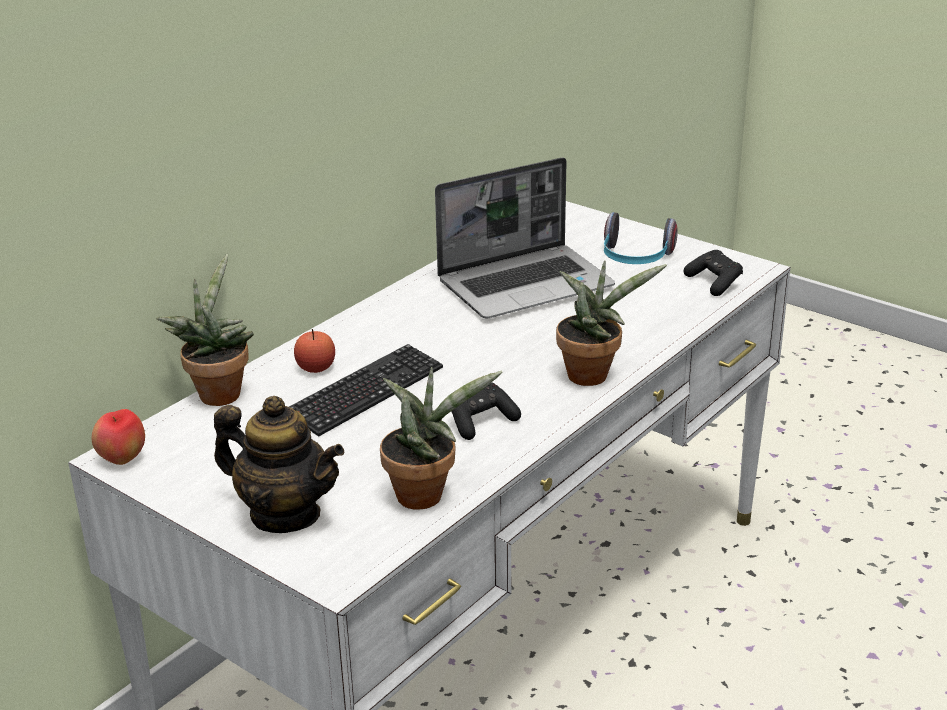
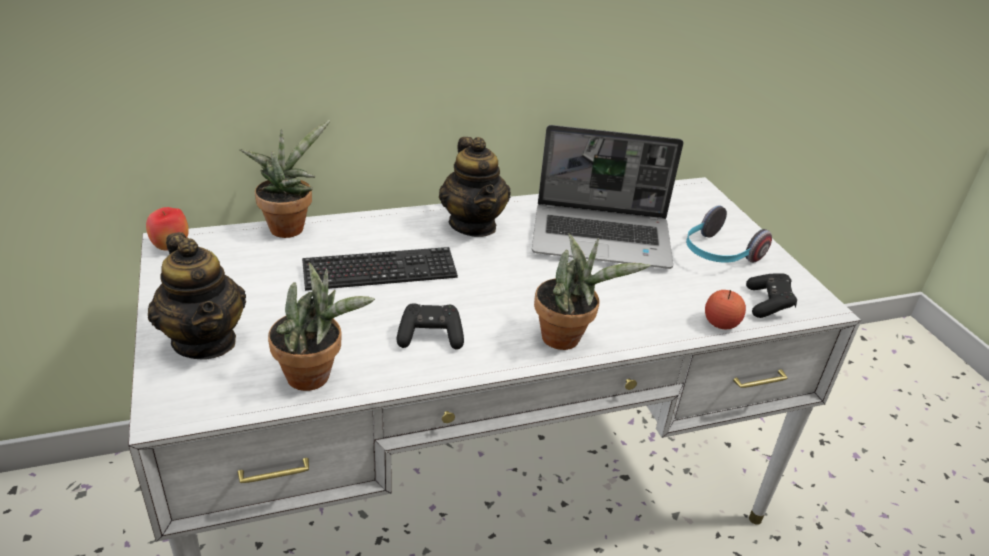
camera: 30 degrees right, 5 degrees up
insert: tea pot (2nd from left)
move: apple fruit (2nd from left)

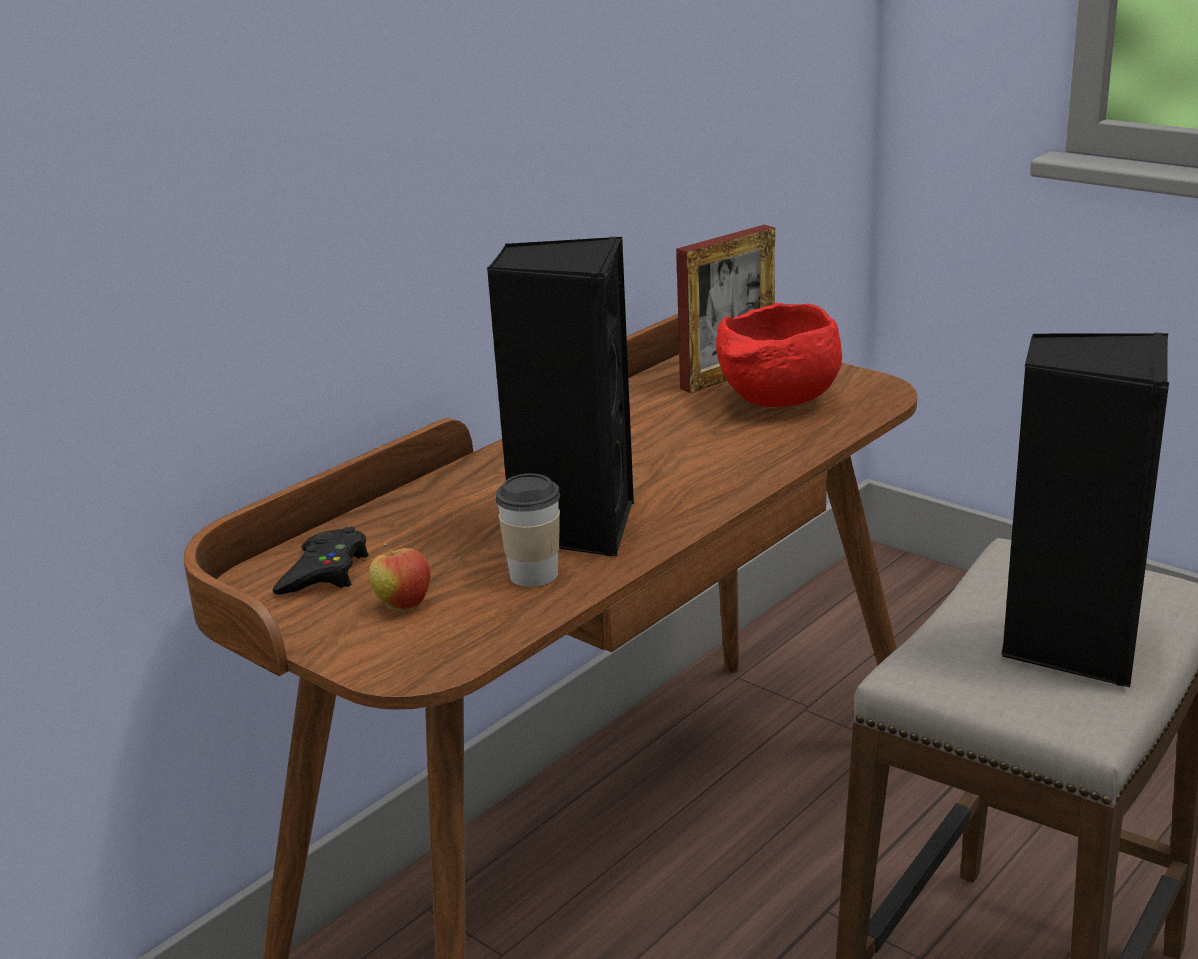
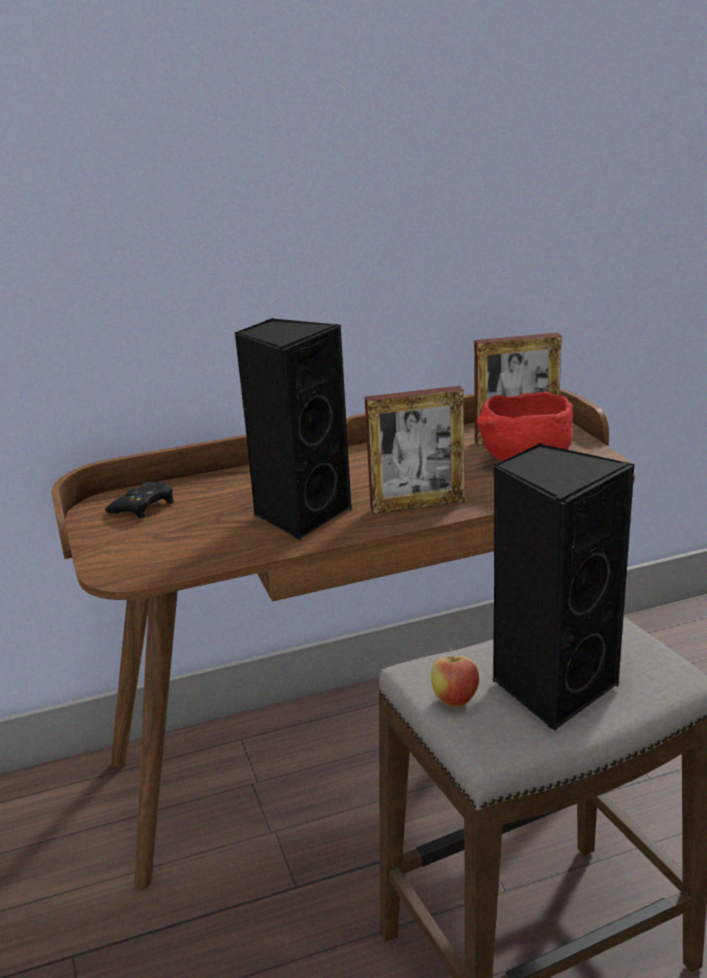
camera: 30 degrees right, 0 degrees up
delete: small cup
insert: photo frame (1st from left)
move: apple fruit

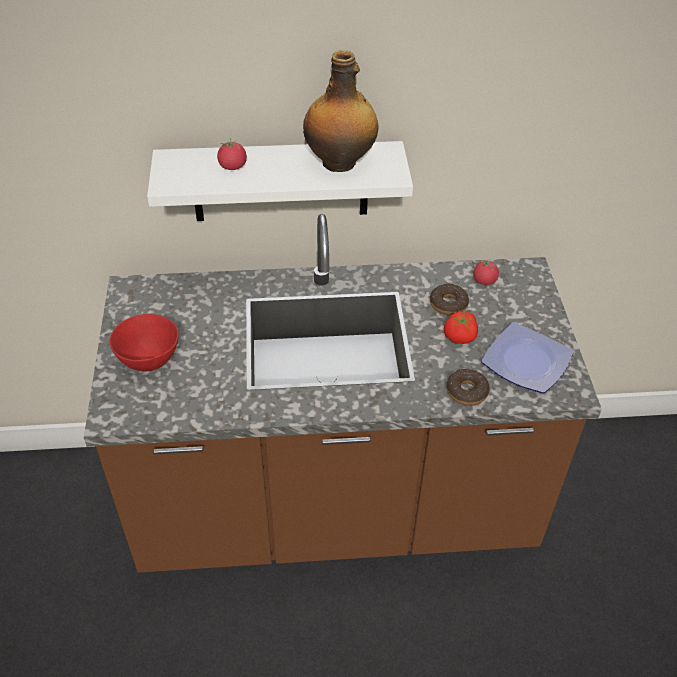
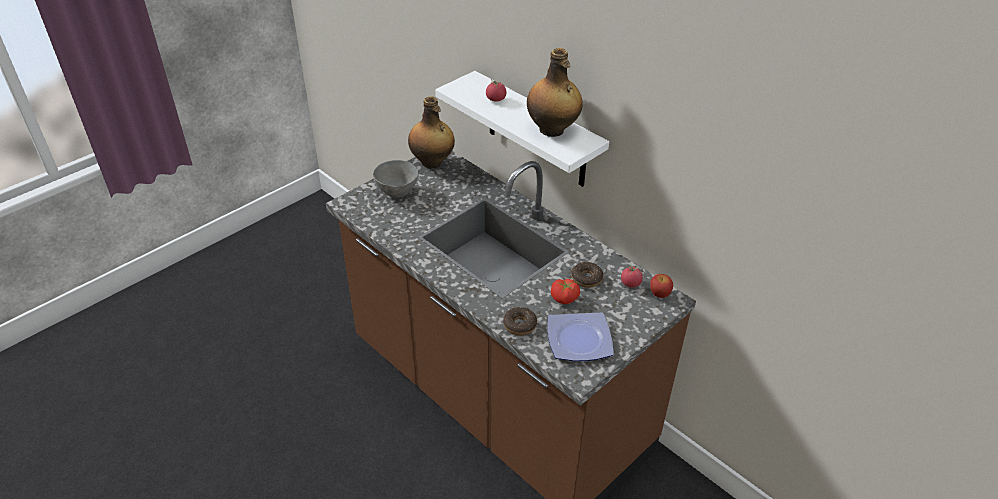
camera: 50 degrees right, 5 degrees down
insert: beverage bottle (1st from left); apple fruit
recolor: serving bowl (red) to serving bowl (grey)

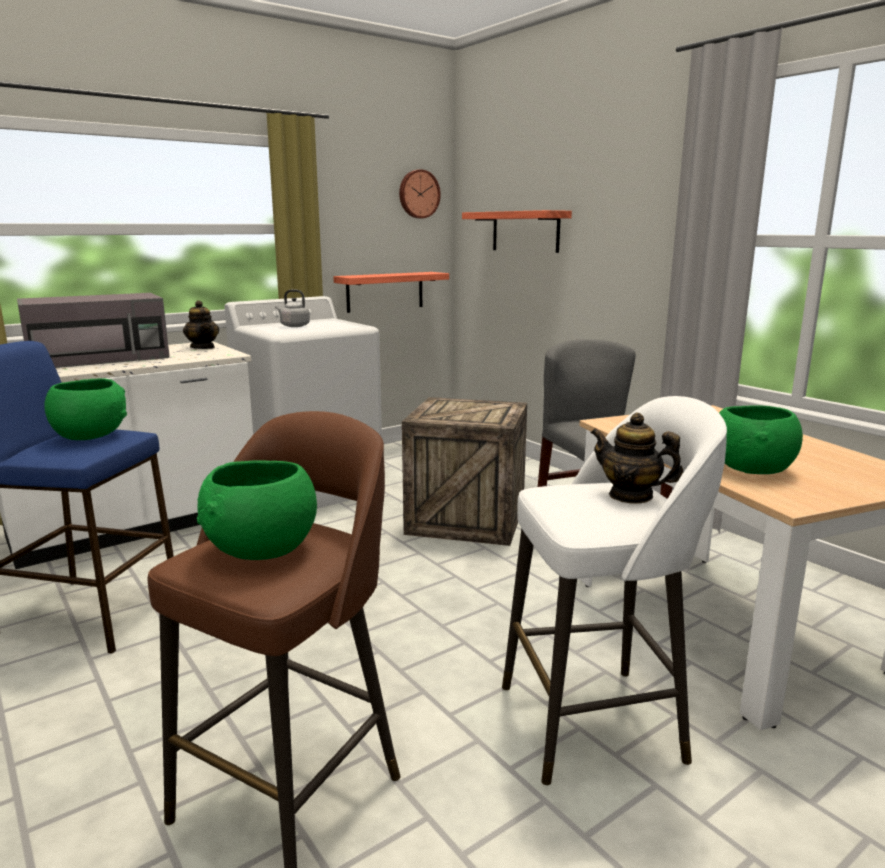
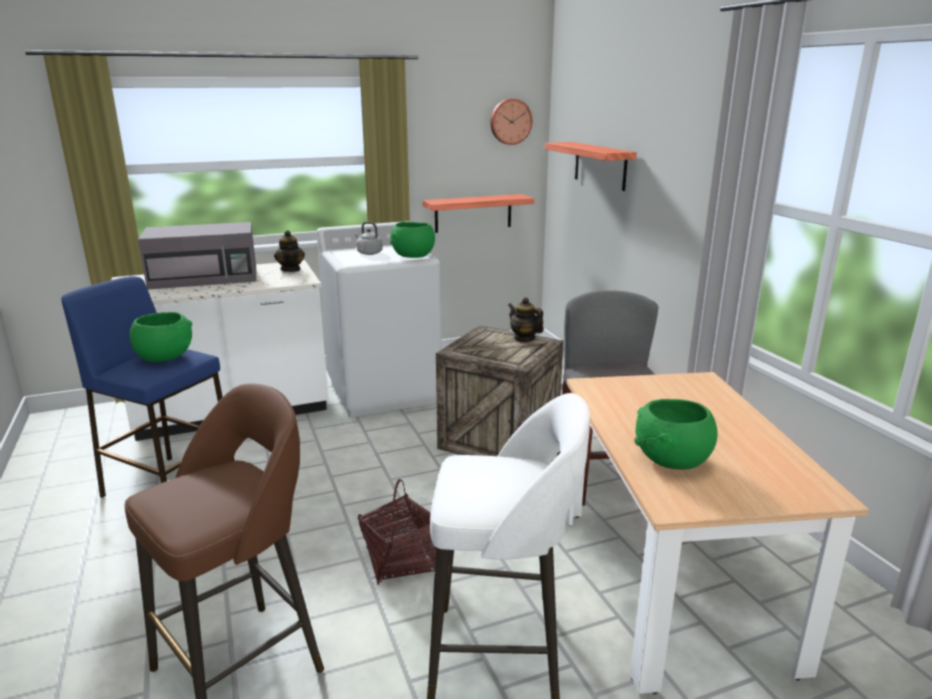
camera: 15 degrees right, 5 degrees up
insert: storage basket
move: serving bowl (green-coloured) (2nd from left); tea pot (2nd from left)

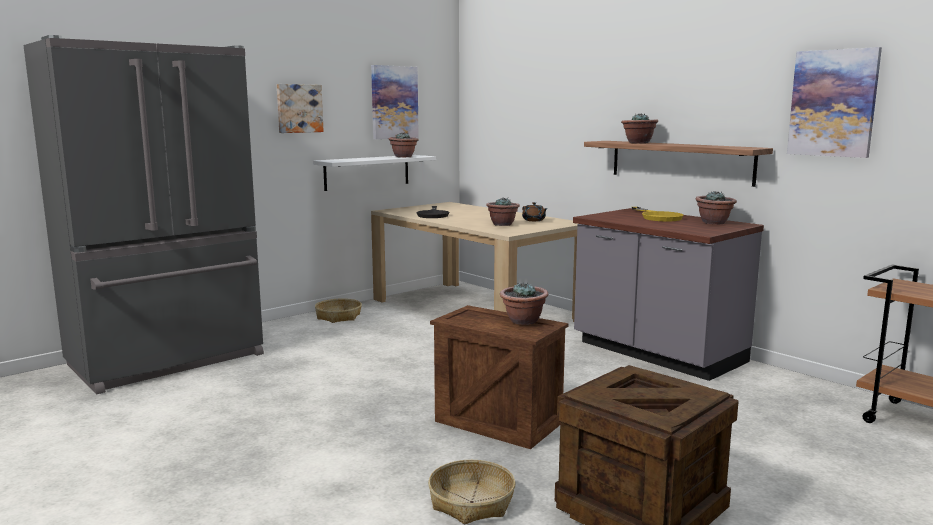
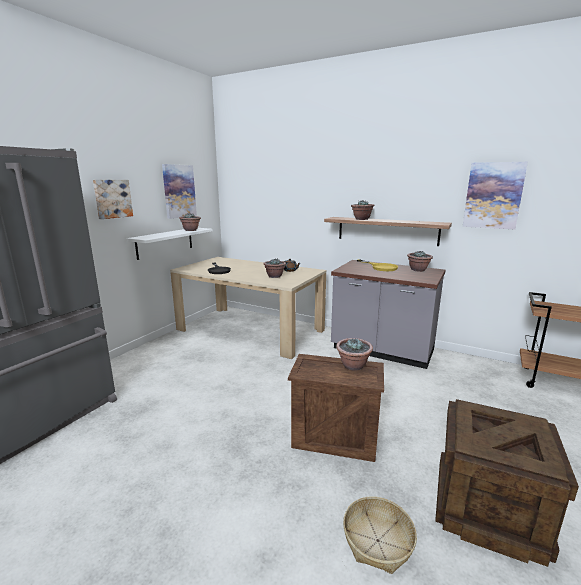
camera: 20 degrees left, 5 degrees up
delete: storage basket (1st from left)

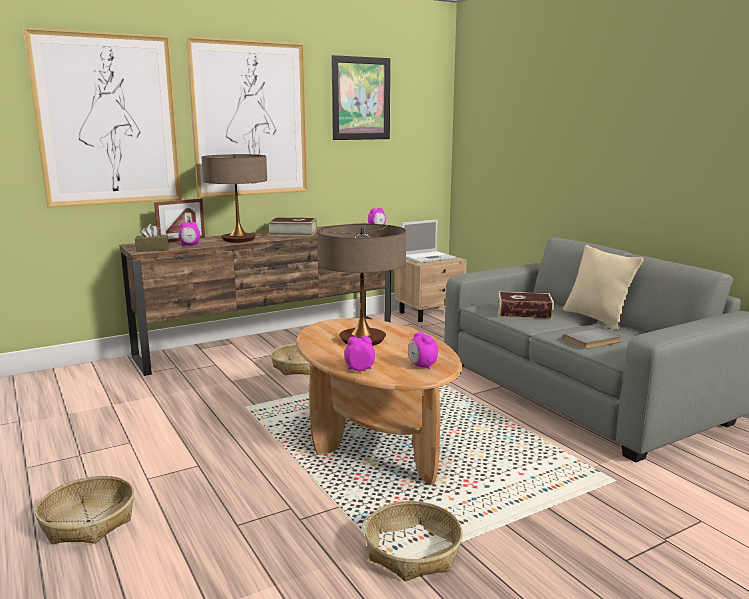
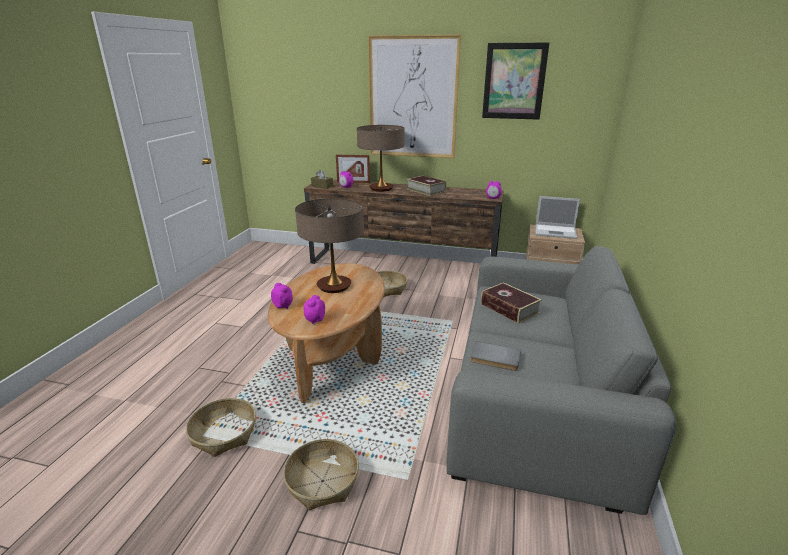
camera: 45 degrees right, 10 degrees up
delete: wall art (1st from left); pillow (sand-coloured)
move: storage basket (1st from left in the first image) to storage basket (2nd from left)

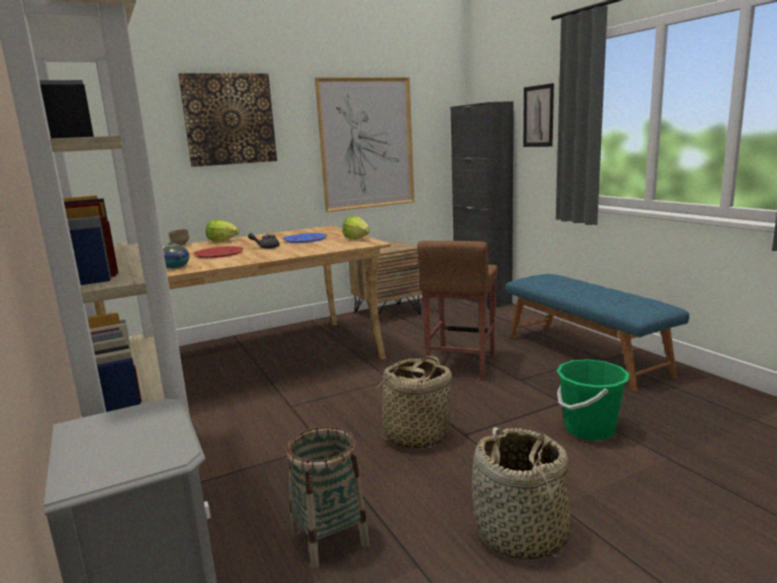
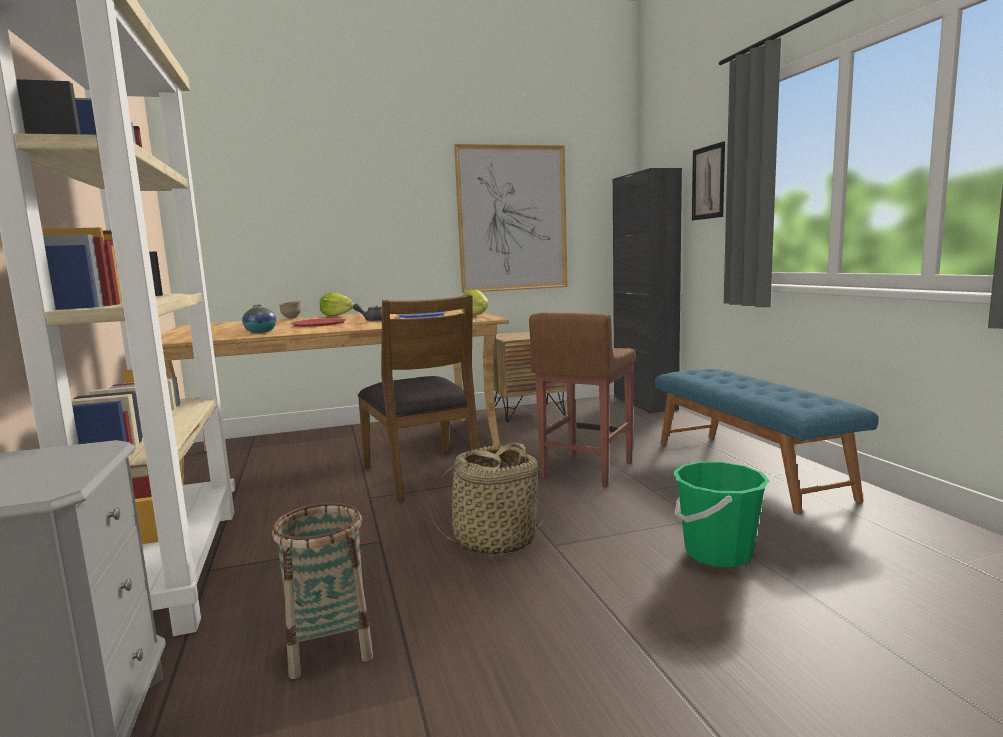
camera: 10 degrees right, 5 degrees down
delete: wall art (1st from left); storage basket (3rd from left)
insert: chair (brown-coloured)

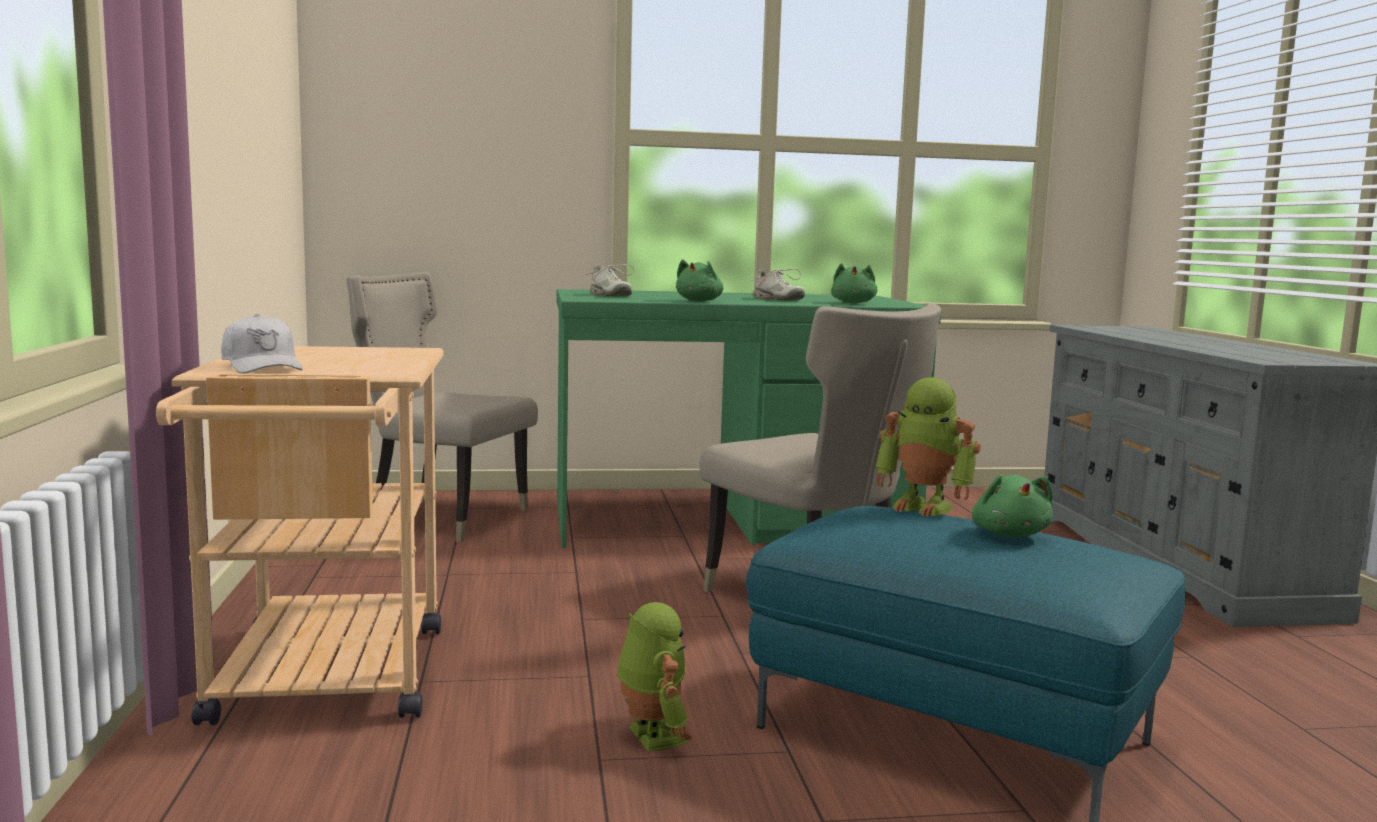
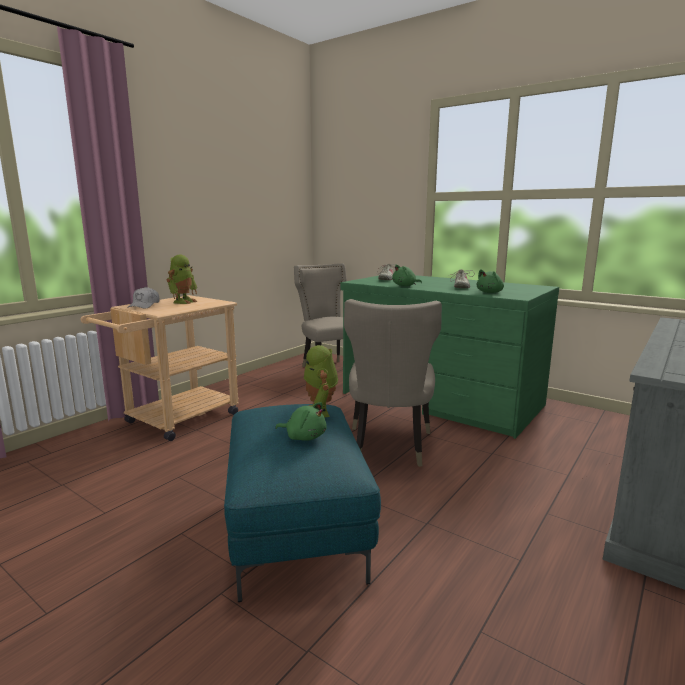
camera: 45 degrees right, 5 degrees up
move: toy robot (1st from left)
rotate: plush toy (green-coloured) (3rd from left in the first image) 105 degrees counterclockwise

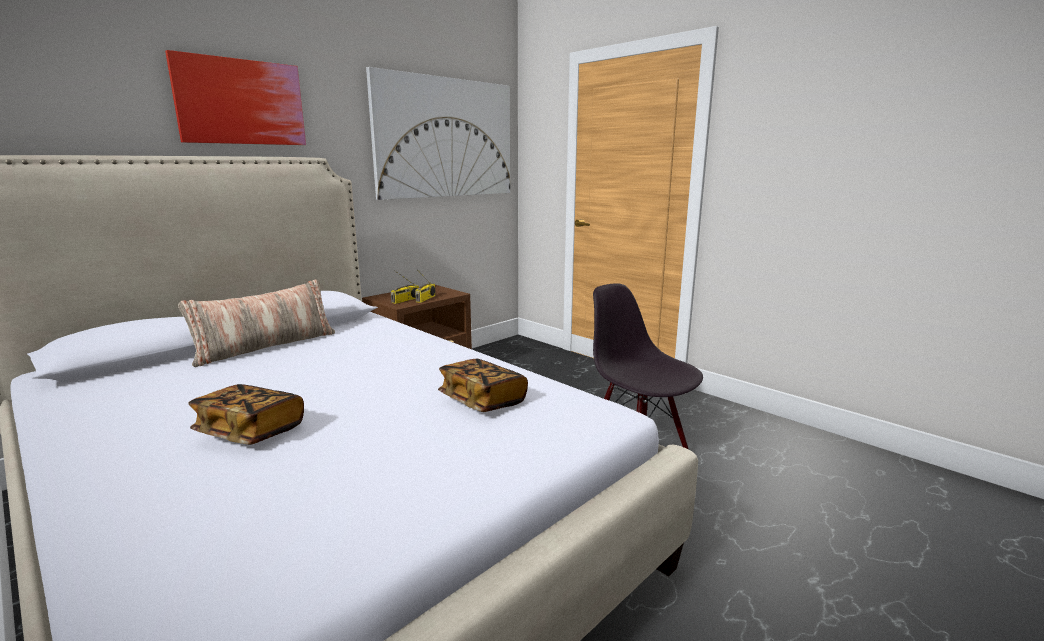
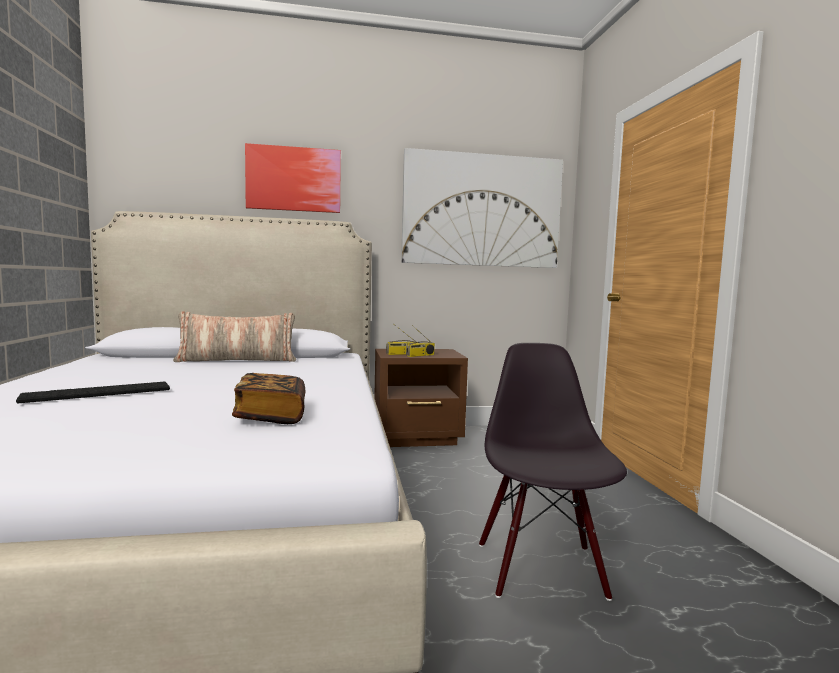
camera: 35 degrees right, 10 degrees down
replace: bound book (1st from left) to keyboard

